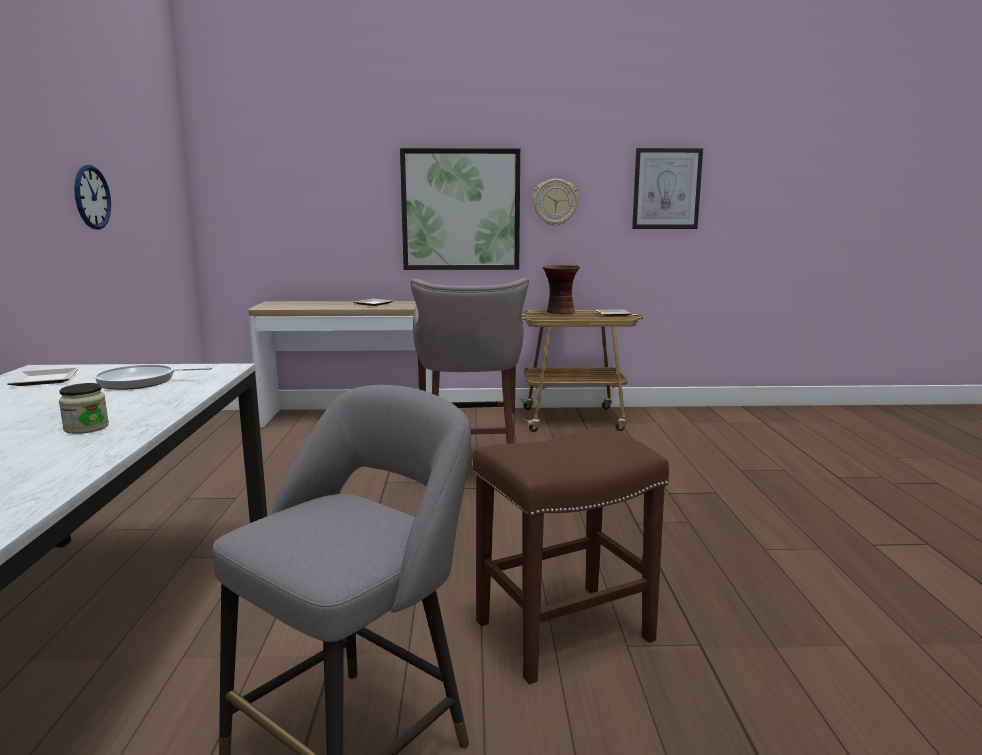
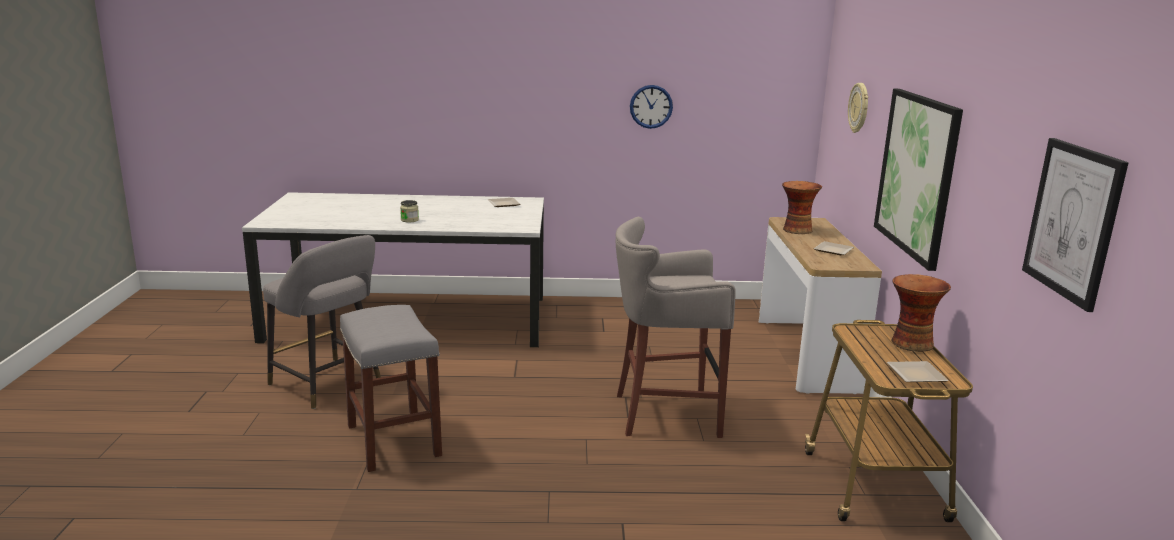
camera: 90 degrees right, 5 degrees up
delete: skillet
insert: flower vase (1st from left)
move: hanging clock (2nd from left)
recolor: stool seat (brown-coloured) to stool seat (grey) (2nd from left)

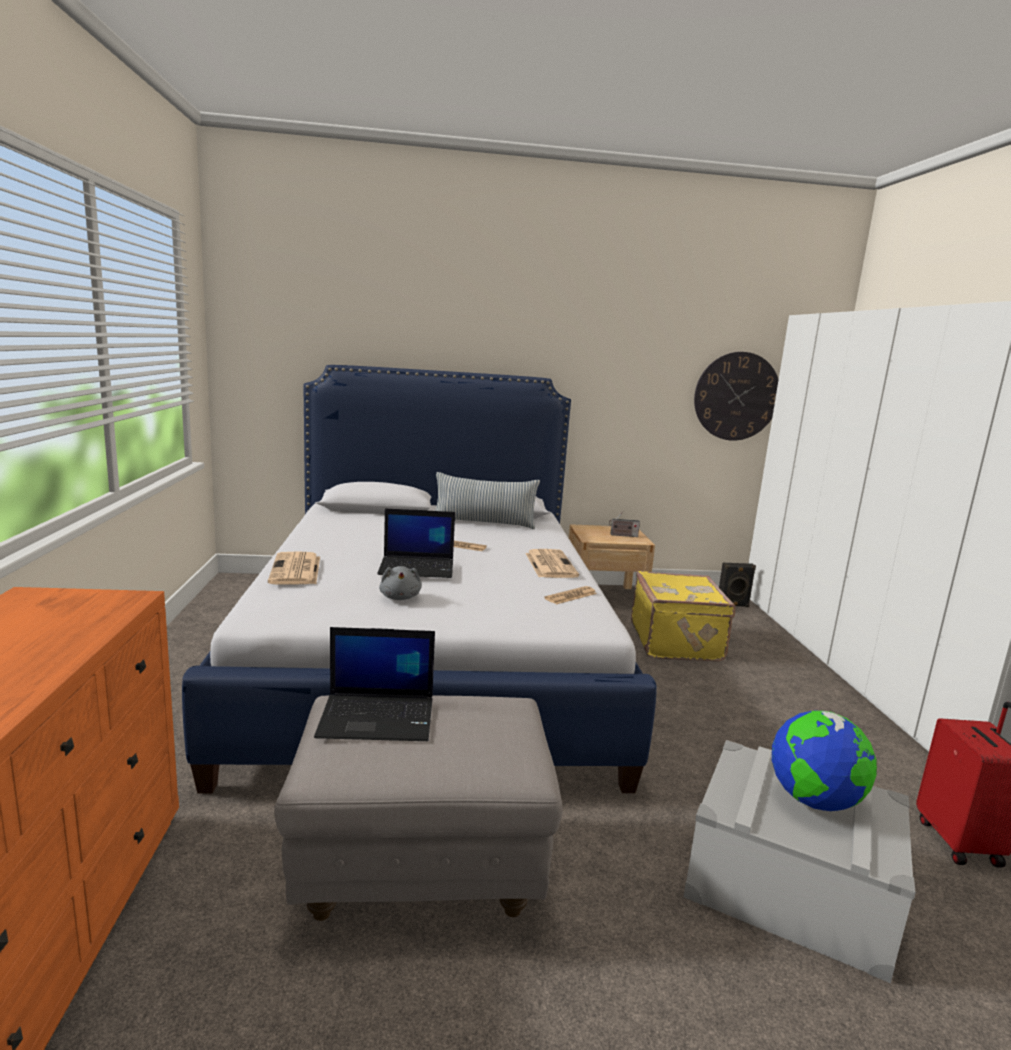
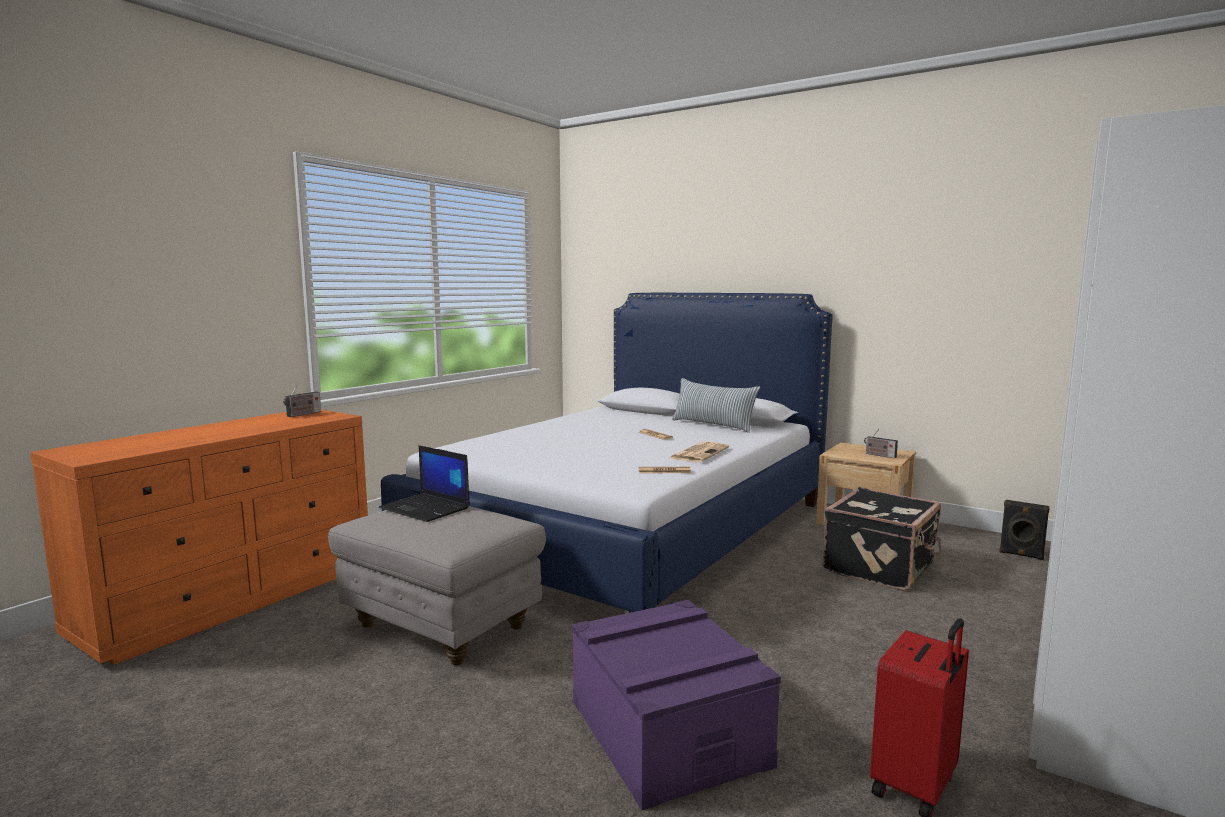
camera: 40 degrees right, 5 degrees down
delete: daily paper (1st from left); portable computer (2nd from left); plush toy (grey); hanging clock; world globe
insert: radio (1st from left)
recolor: piece of luggage (yellowish) to piece of luggage (black); storage bin (grey) to storage bin (purple)

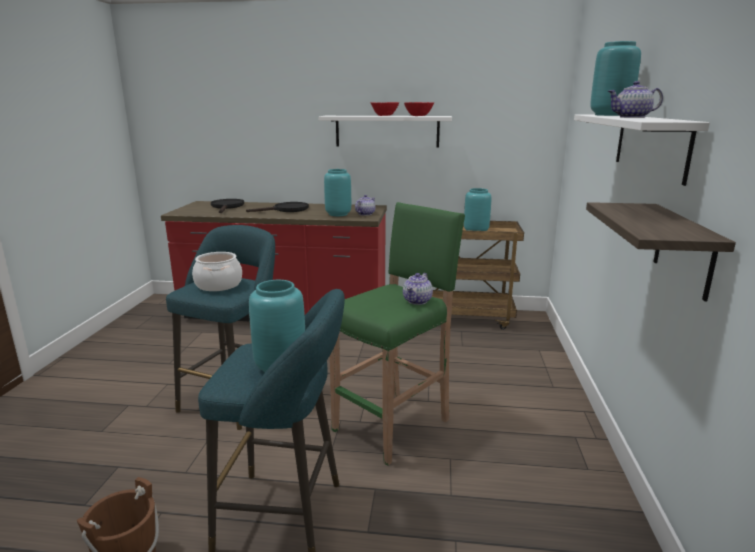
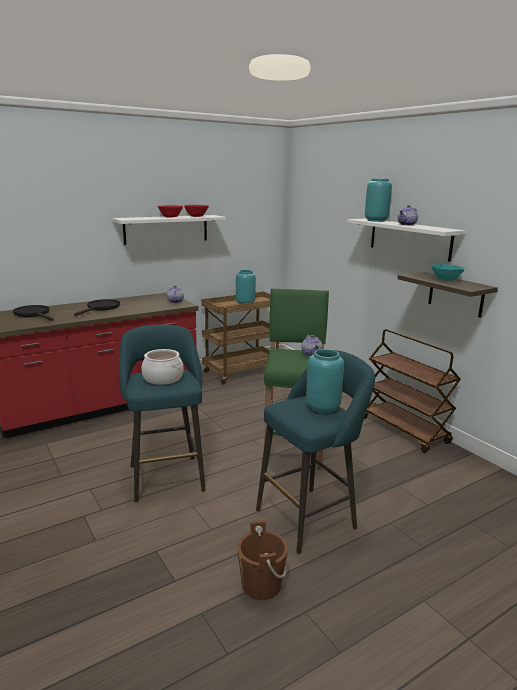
camera: 40 degrees left, 0 degrees up
delete: flower vase (turquoise) (2nd from left)
insert: trolley (brown-coloured) (2nd from left); serving bowl (turquoise)

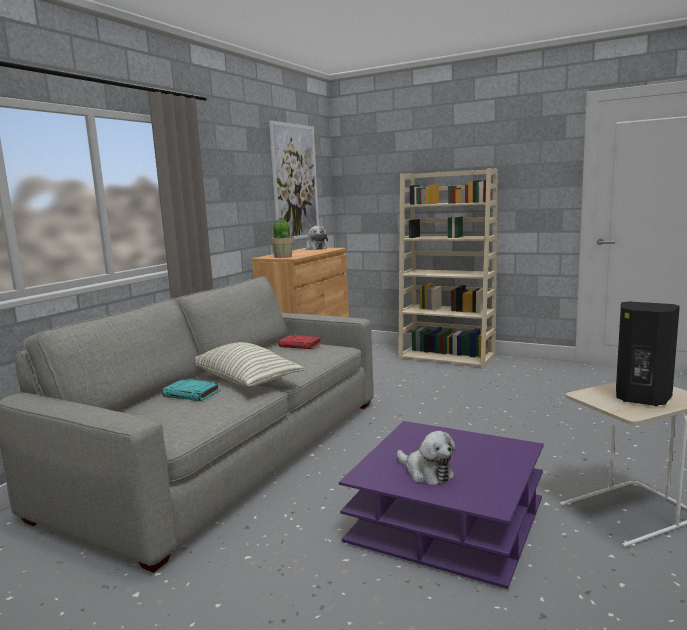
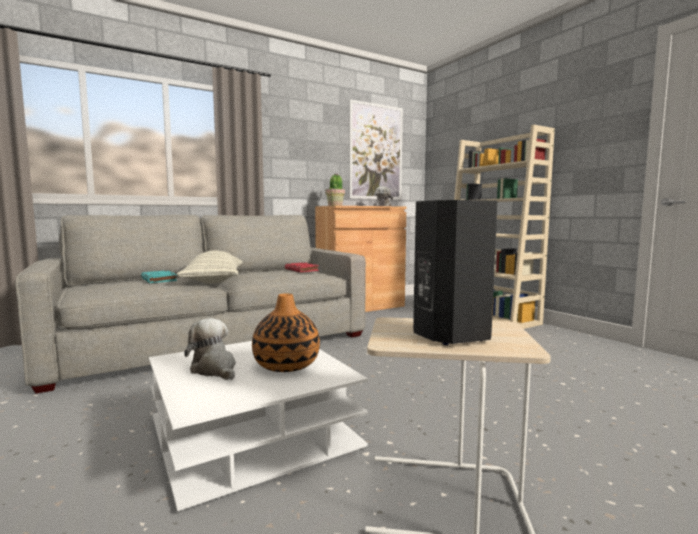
camera: 30 degrees right, 5 degrees down
insert: flower vase
recolor: lounge table (purple) to lounge table (whitish)
rotate: plush toy (2nd from left in the first image) 150 degrees clockwise

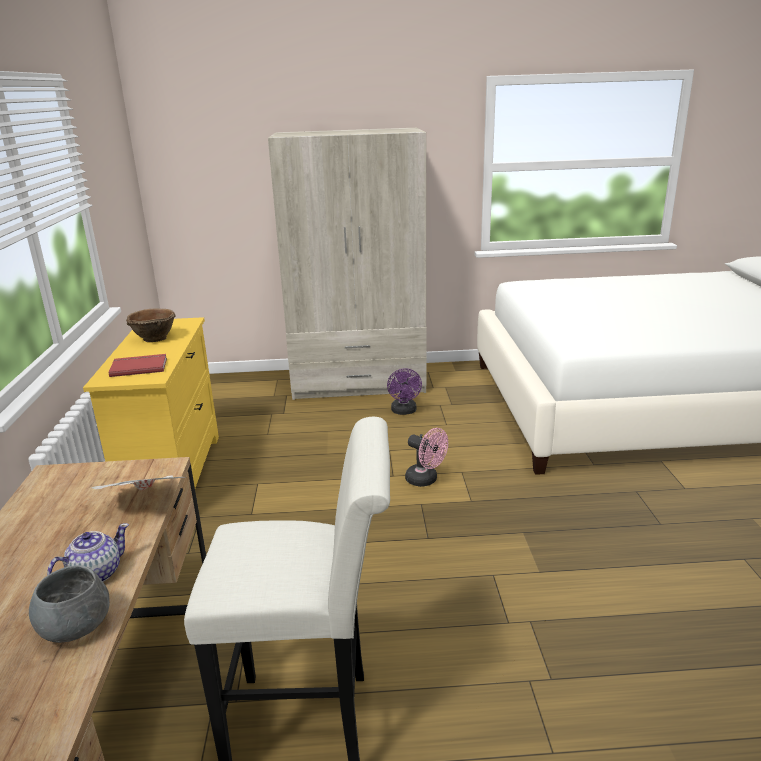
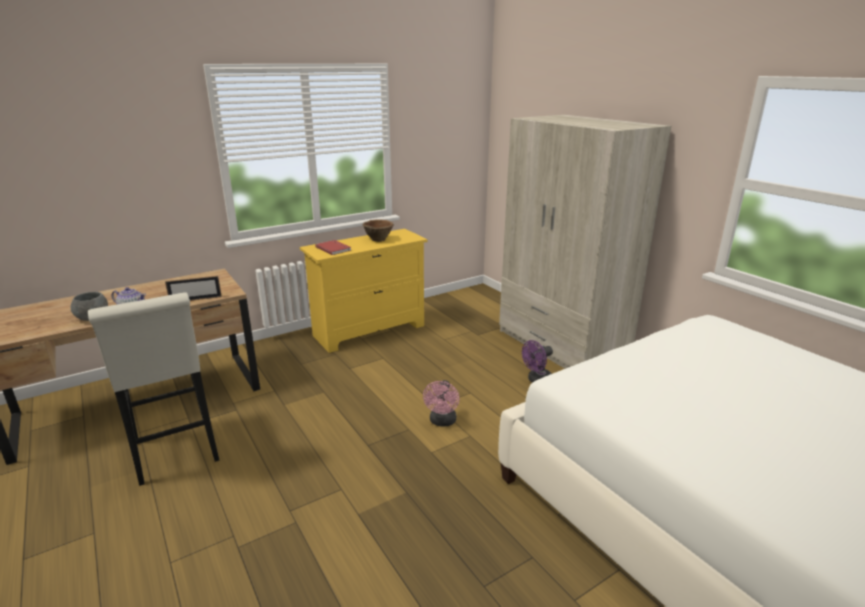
camera: 60 degrees right, 0 degrees up
replace: daily paper to photo frame

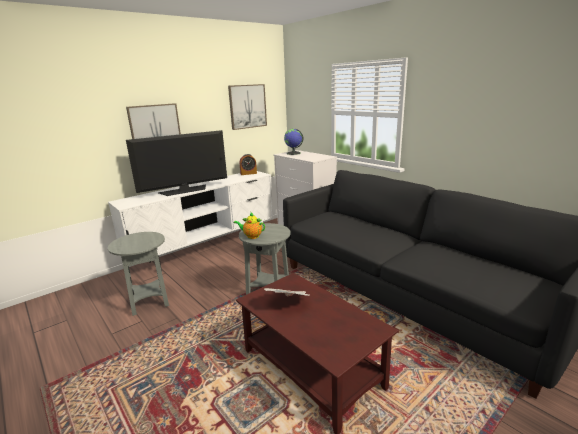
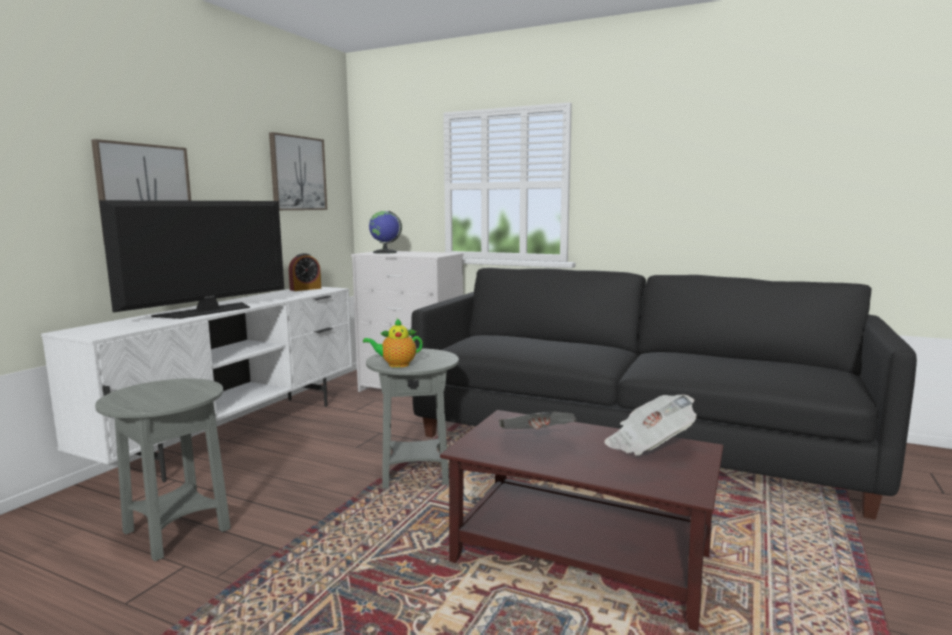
camera: 25 degrees left, 10 degrees down
insert: daily paper (2nd from left)

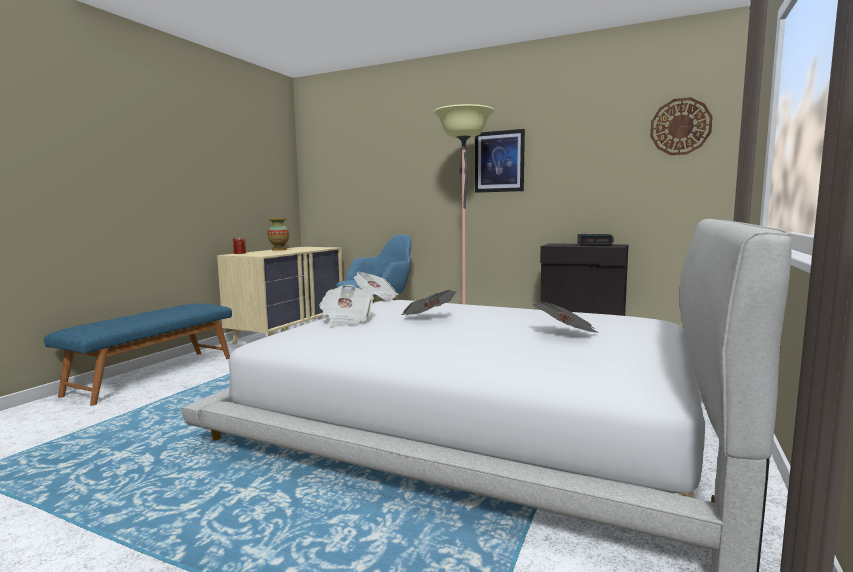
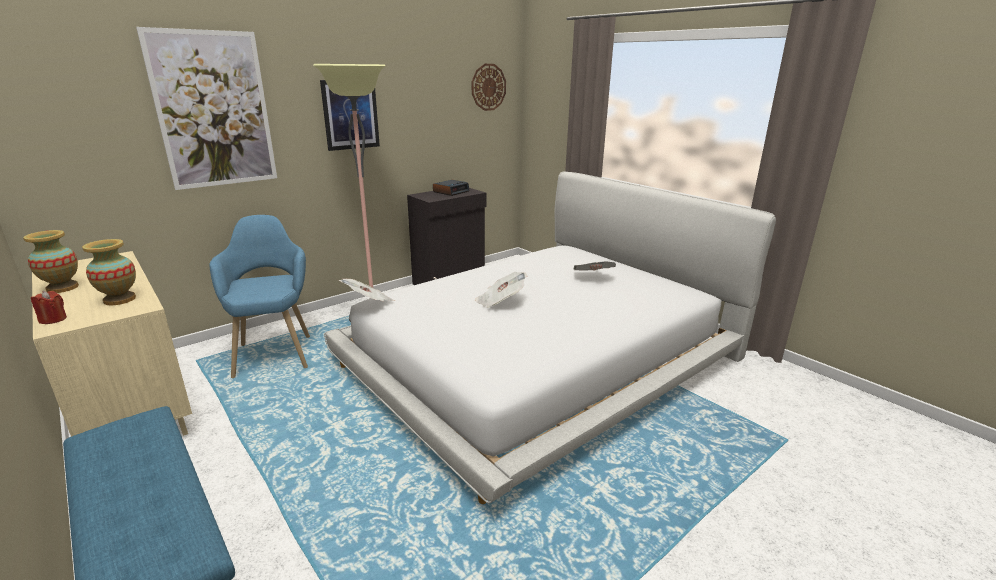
camera: 65 degrees left, 15 degrees up
delete: daily paper (1st from left)
insert: flower vase (2nd from left); wall art (1st from left)

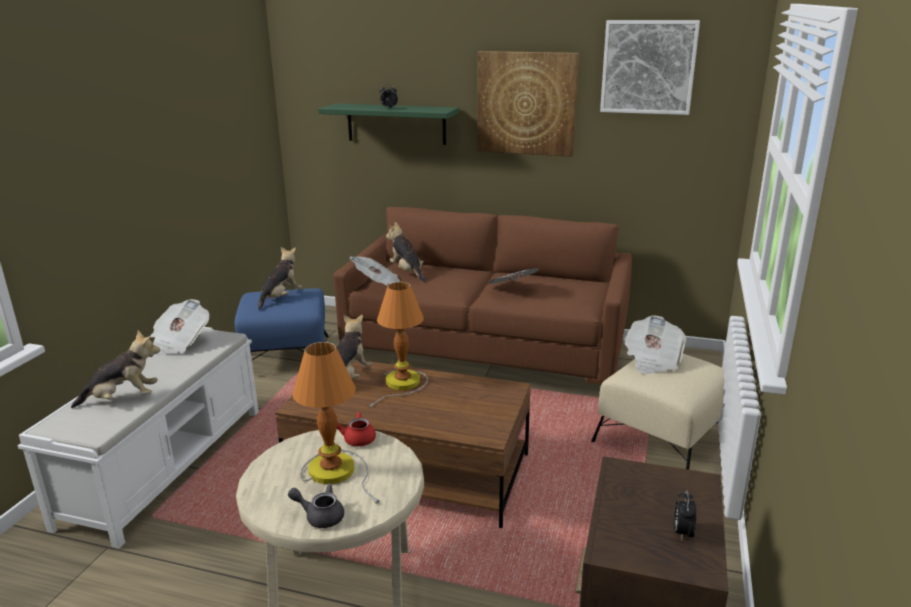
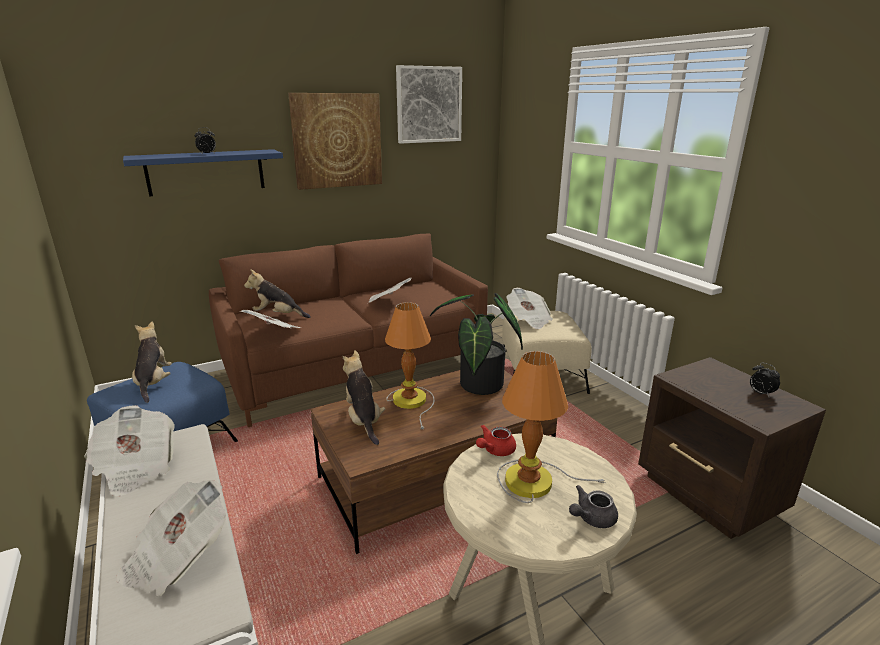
camera: 45 degrees left, 0 degrees up
insert: houseplant
replace: plush toy (1st from left) to daily paper (2nd from left)
recolor: bracket shelf (green-coloured) to bracket shelf (blue-coloured)

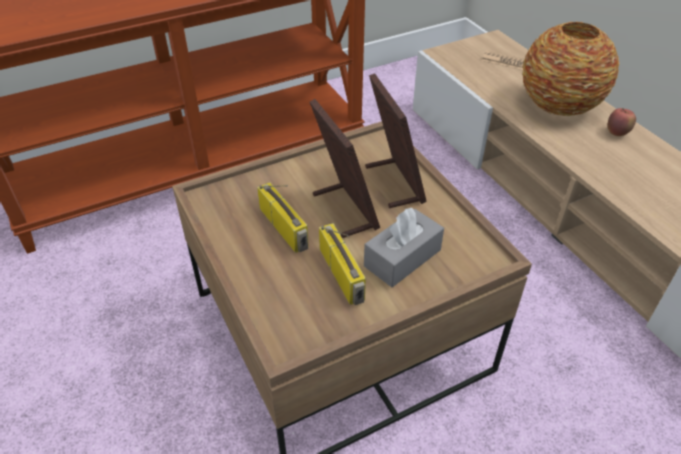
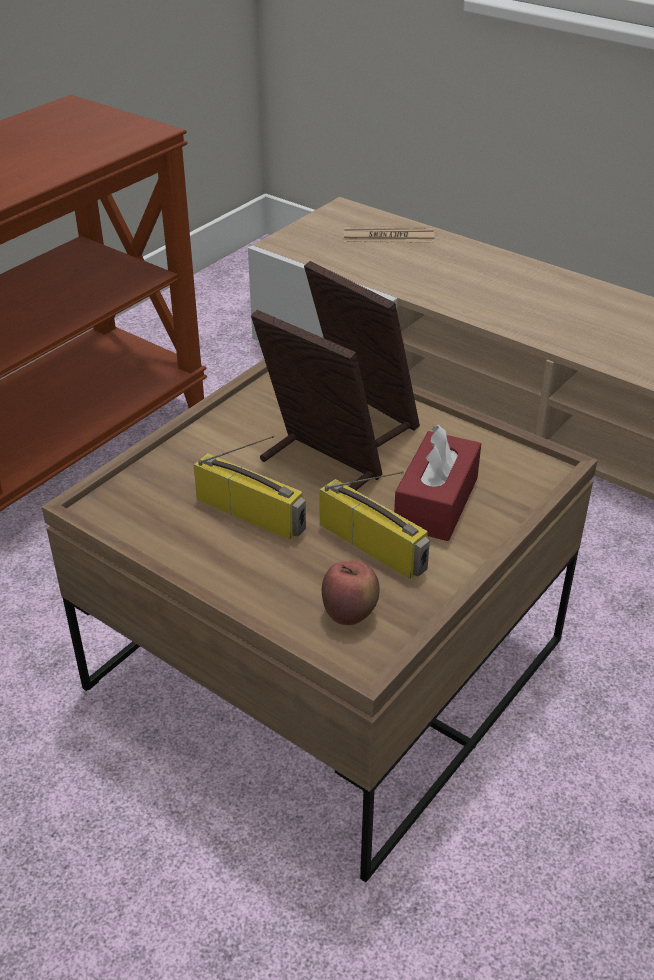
camera: 25 degrees left, 5 degrees down
delete: flower vase
move: apple fruit
recolor: tissue holder (grey) to tissue holder (red)

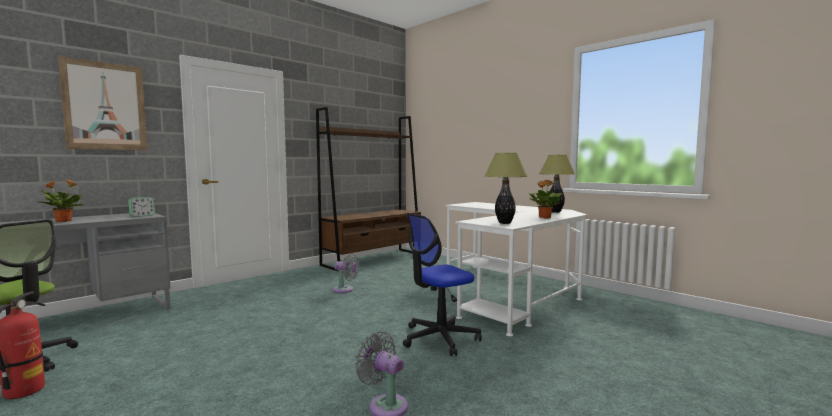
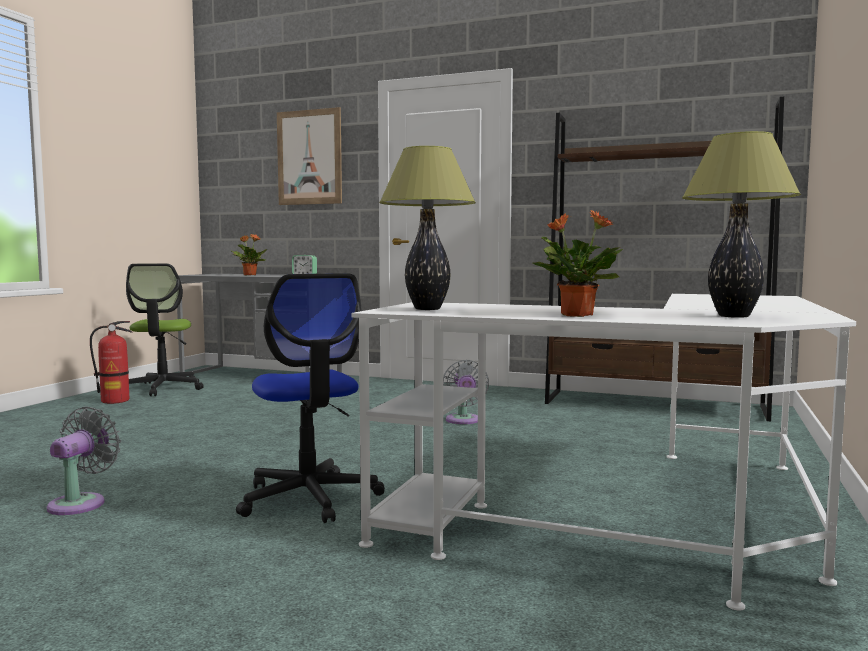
camera: 65 degrees right, 0 degrees up
rotate: office chair (2nd from left) 150 degrees counterclockwise

